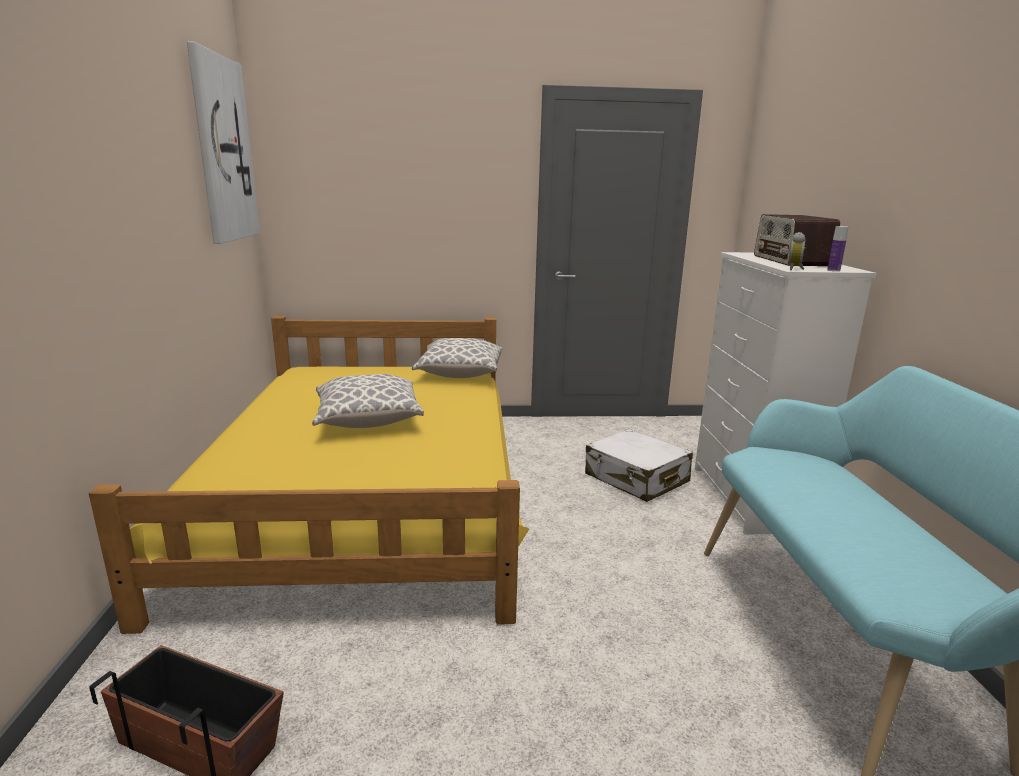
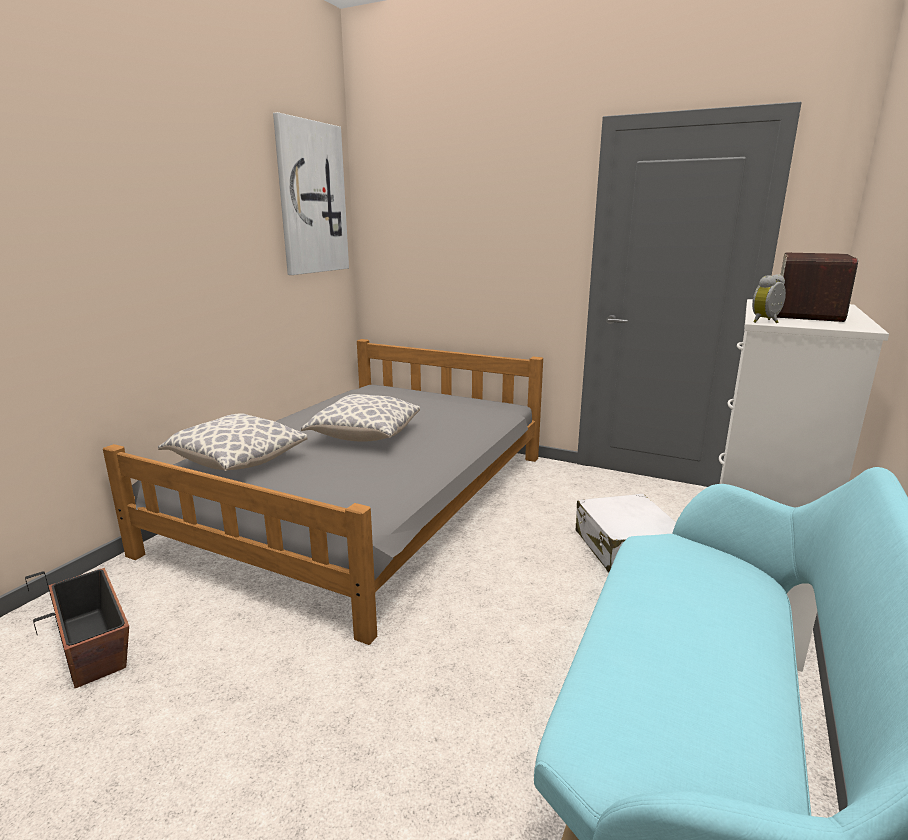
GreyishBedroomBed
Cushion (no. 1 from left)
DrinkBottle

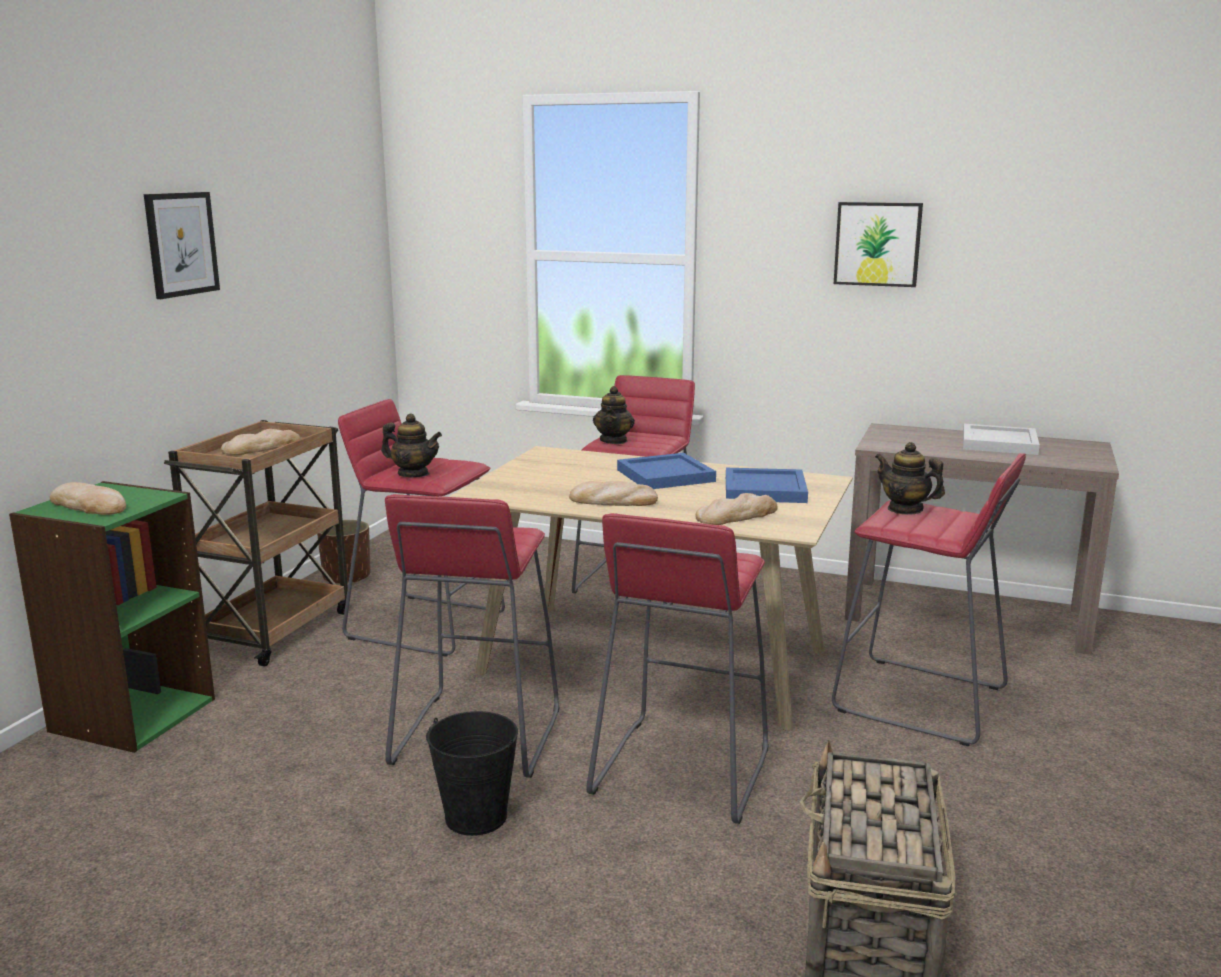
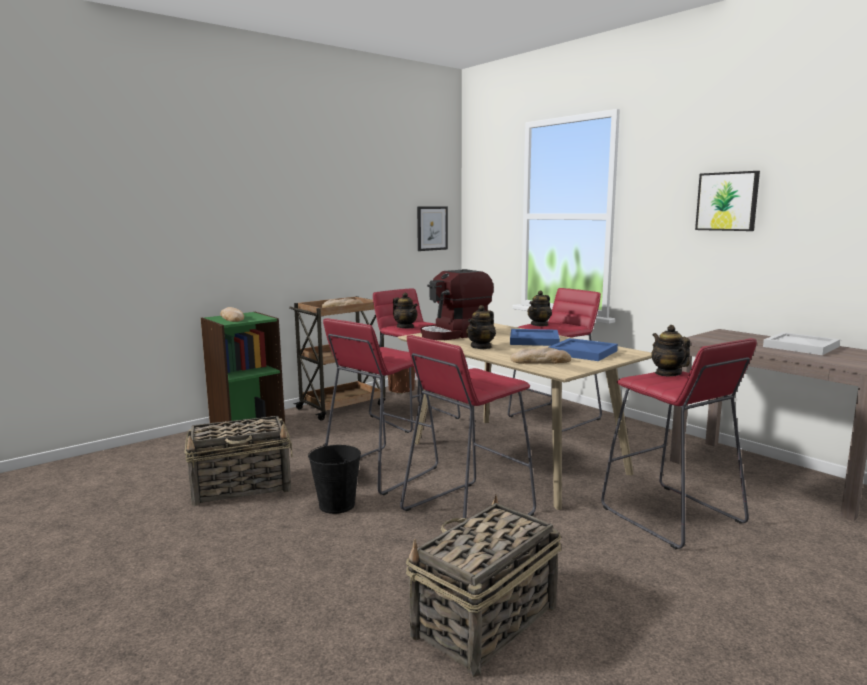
StorageBasket (no. 1 from left)
Picture (no. 1 from left)
CoffeeMaker
TeaPot (no. 2 from left)

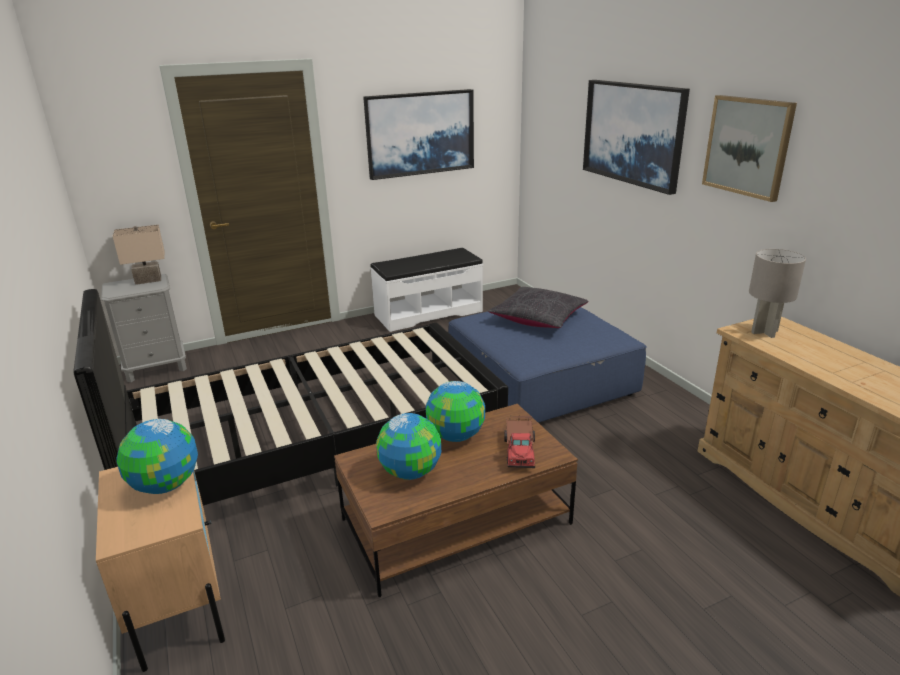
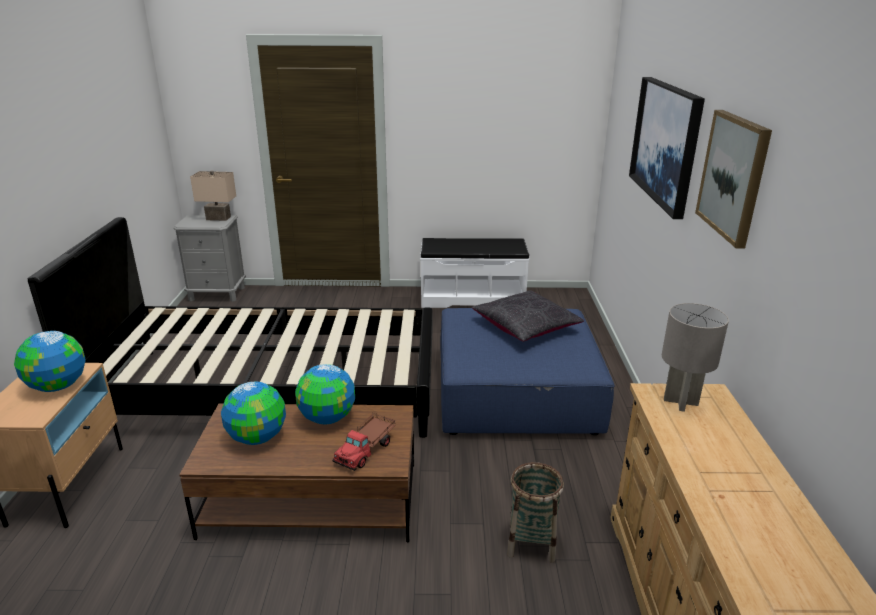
StorageBasket
Picture (no. 1 from left in the first image)

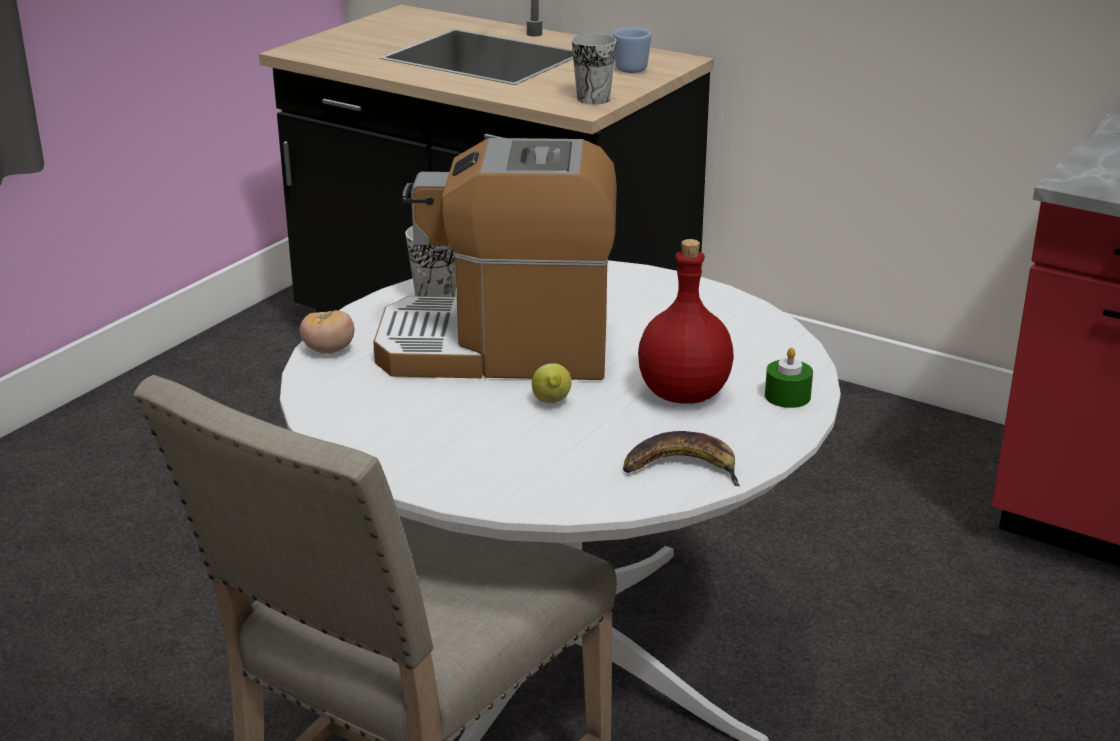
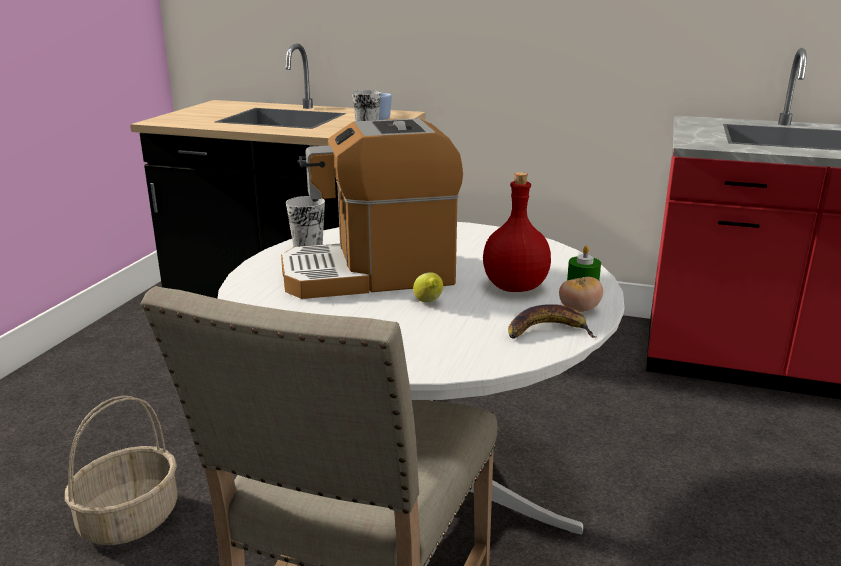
StorageBasket
FreshTomato

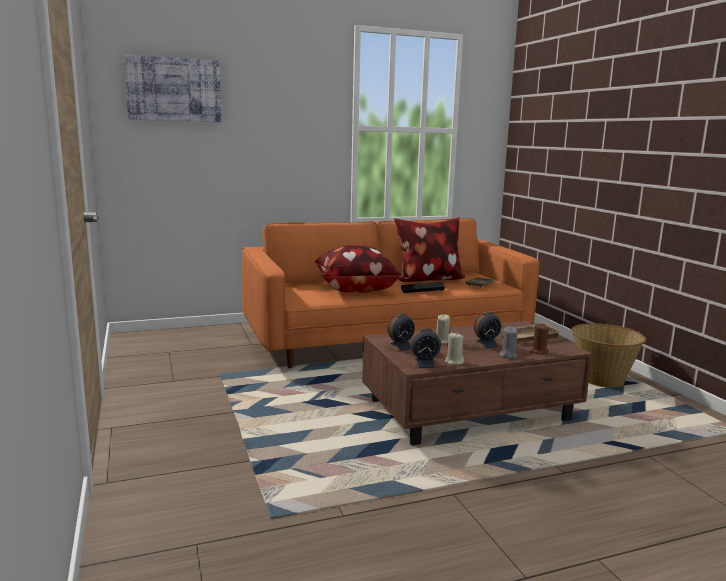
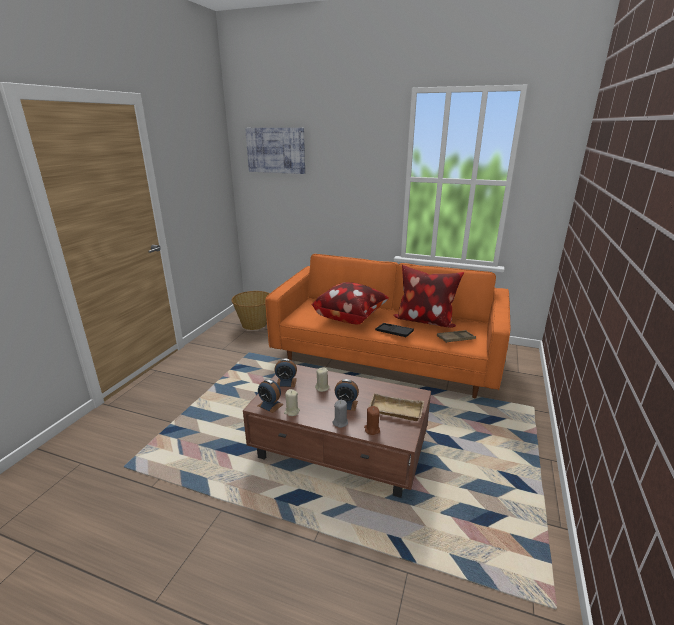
StorageBasket

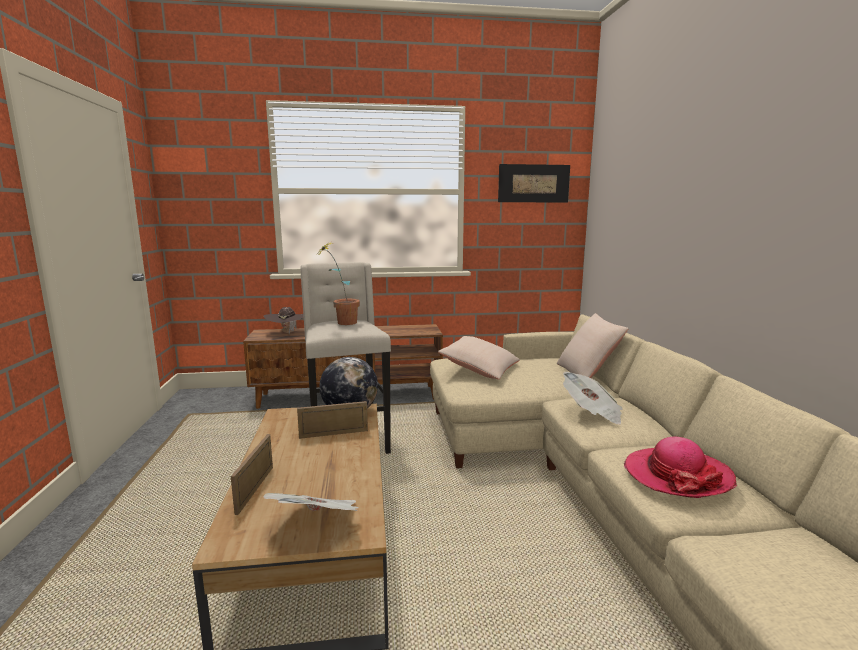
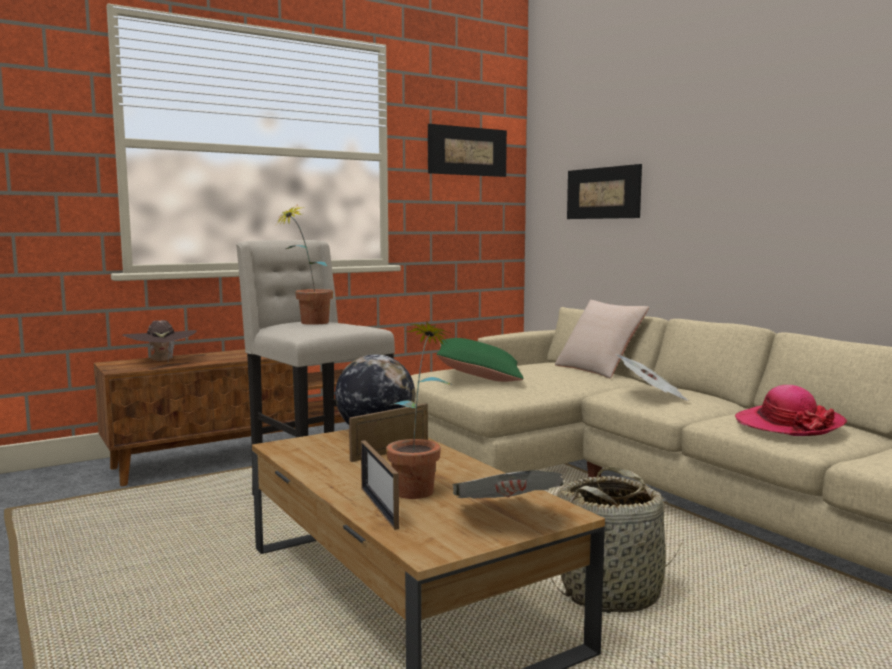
PottedPlant (no. 2 from left)
GreenColouredCushion
StorageBasket
Picture (no. 2 from left)

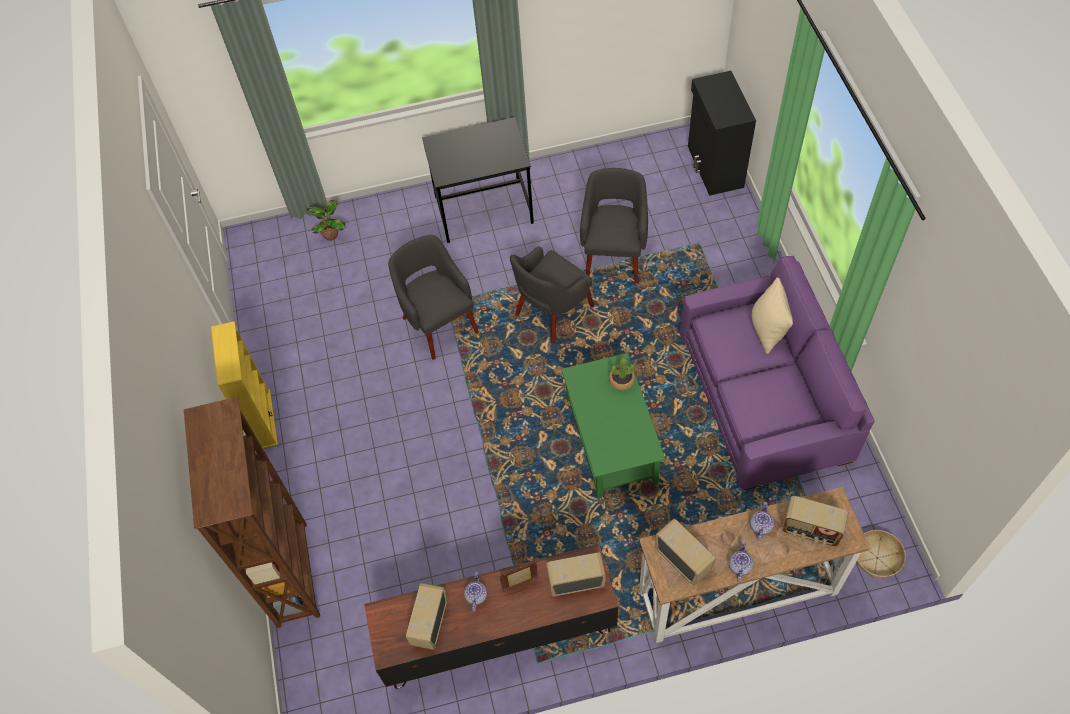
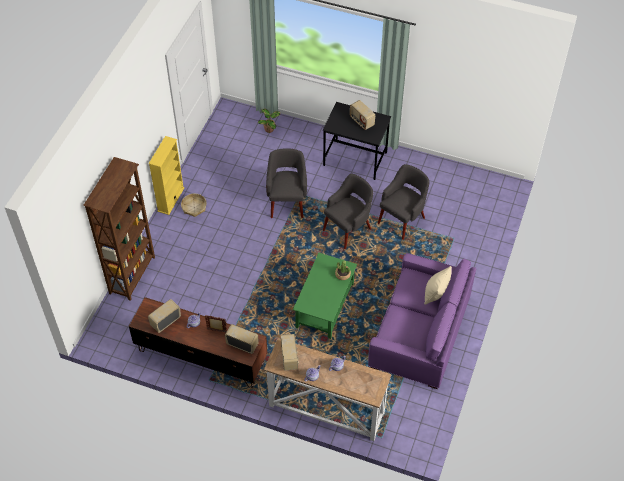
StorageBasket
GreyishArmchair (no. 2 from left)
RadioReceiver (no. 4 from left)
BlackishStorageCabinet

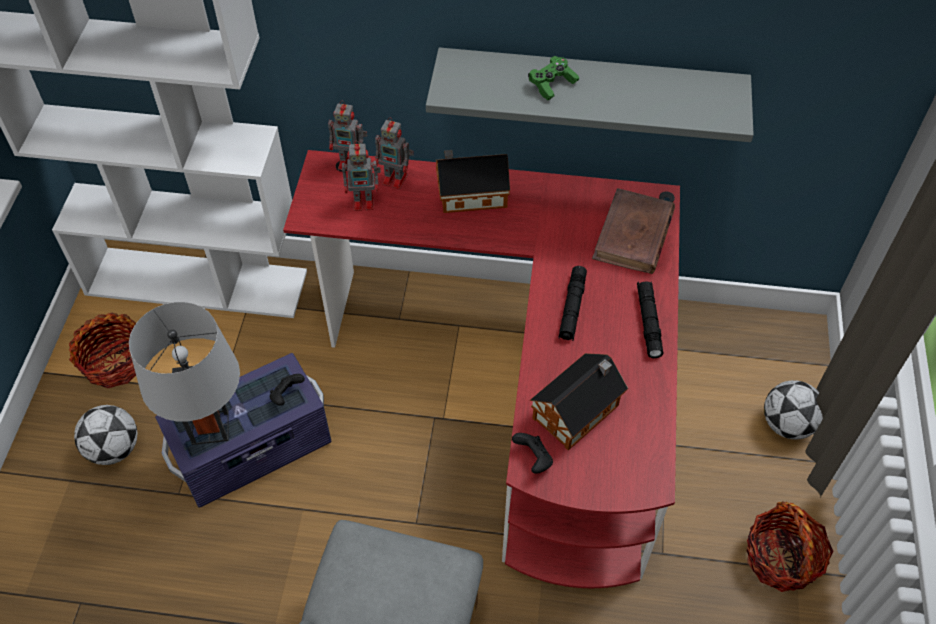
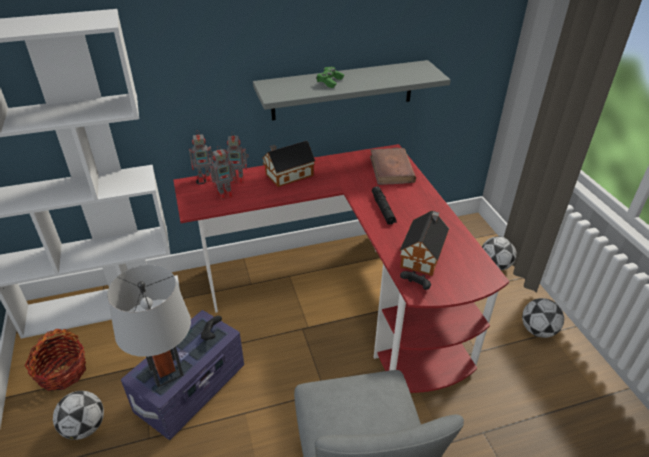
BallForFootball (no. 3 from left)
BlackishFlashlight (no. 2 from left in the first image)

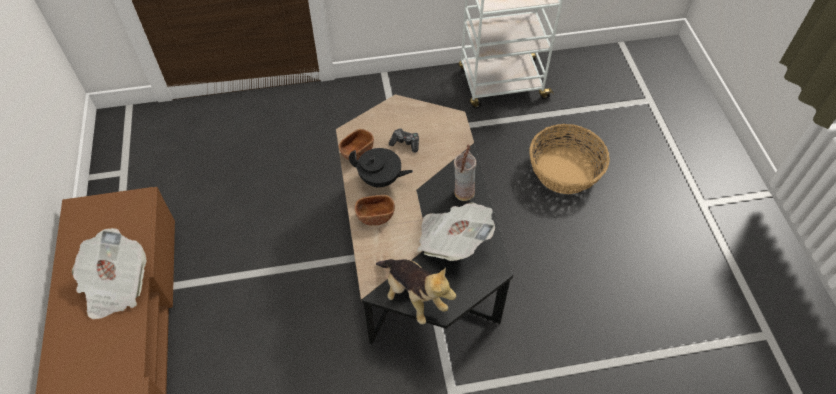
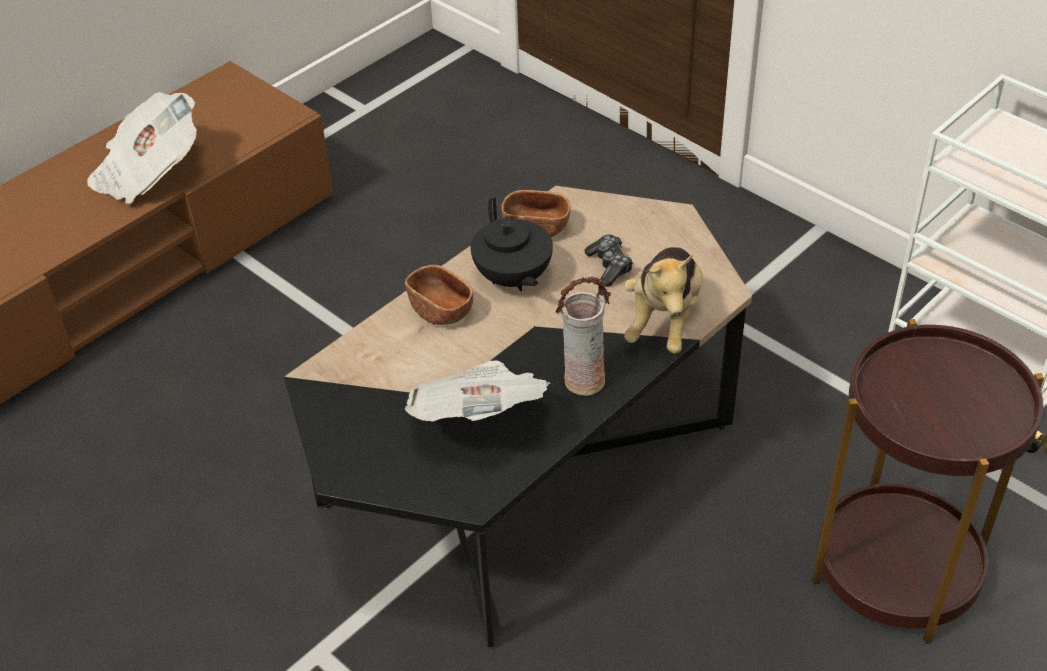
CuddlyToy
BrownishEndTable

